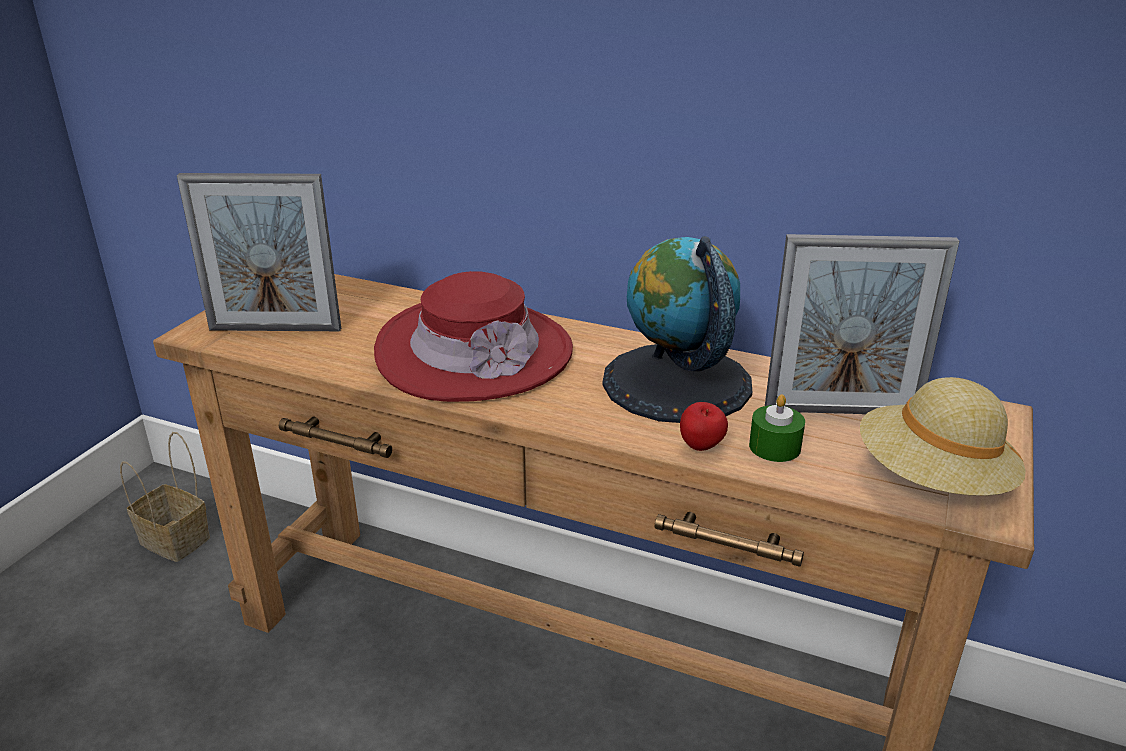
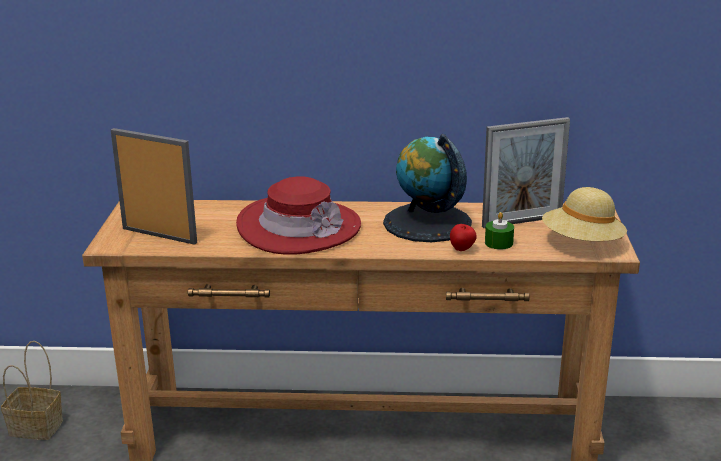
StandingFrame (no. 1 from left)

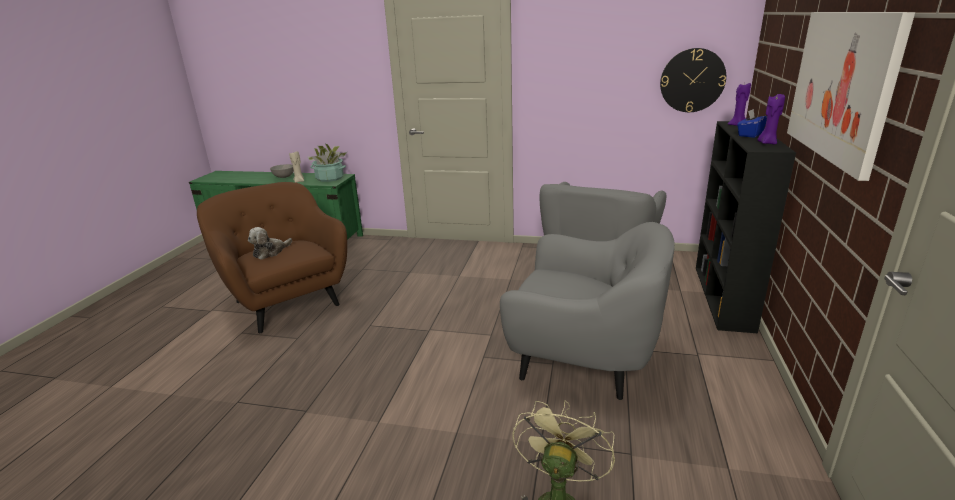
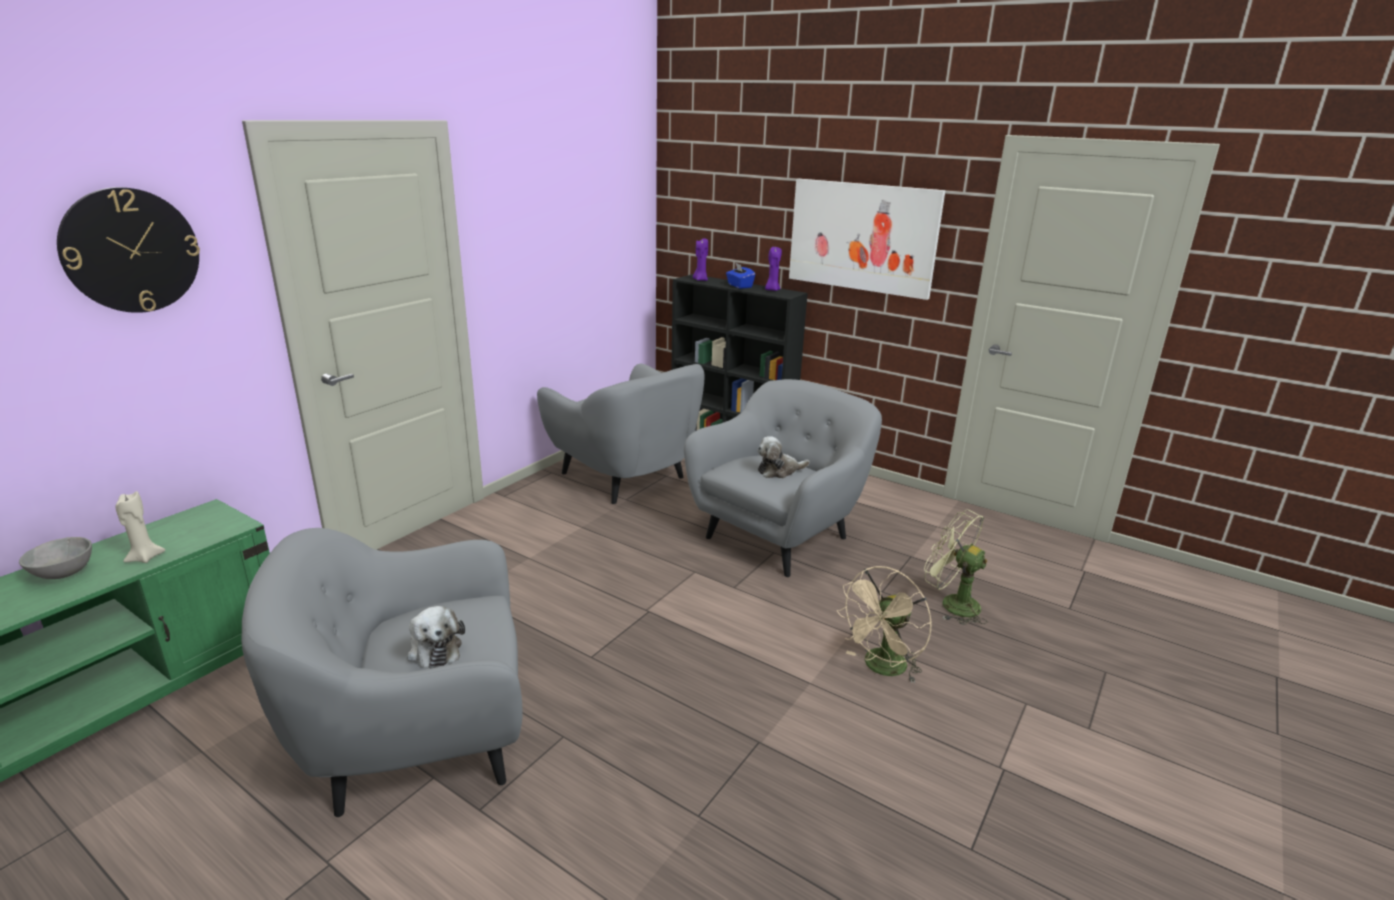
ClockOnTheWall
GreyishArmchair (no. 1 from left)
CuddlyToy (no. 2 from left)
BeigeElectricFan
PottedPlant

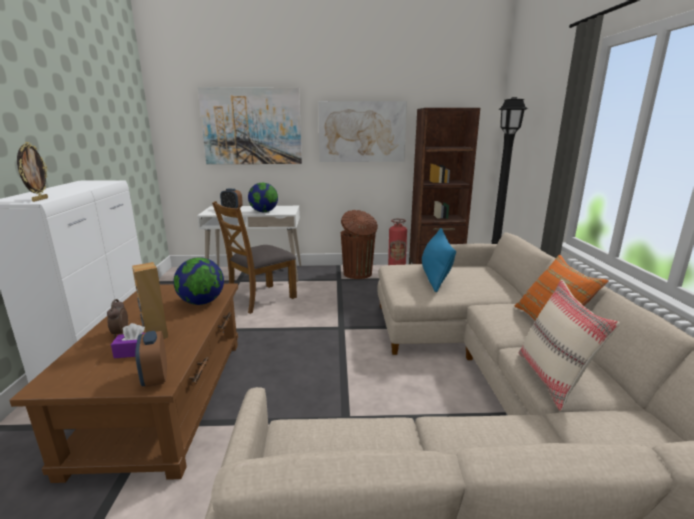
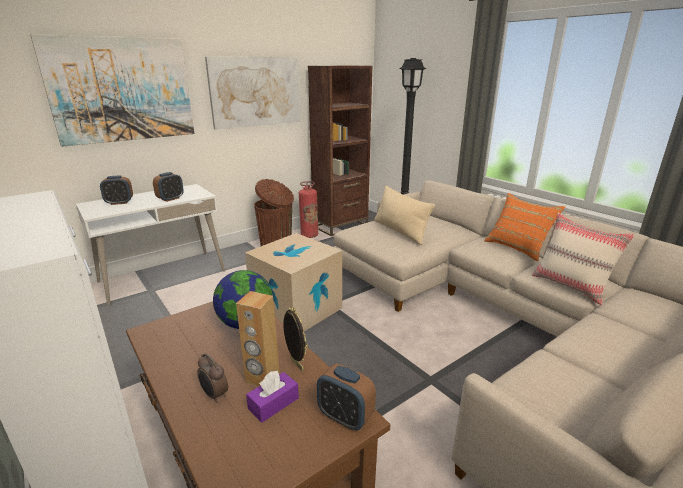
TableClock (no. 2 from left)
CardboardBox
StandingFrame
BeigeCushion (no. 1 from left)
BrownishUprightChair

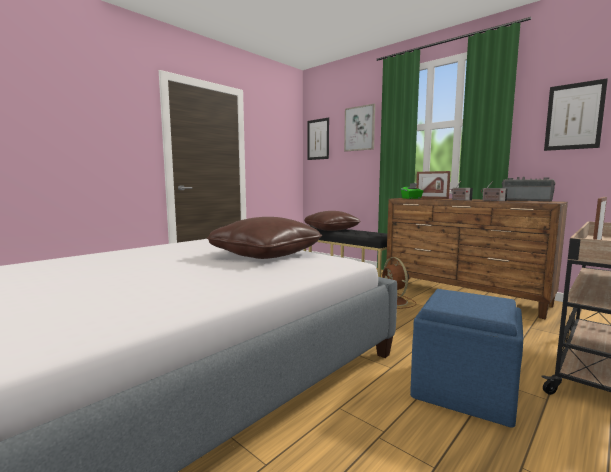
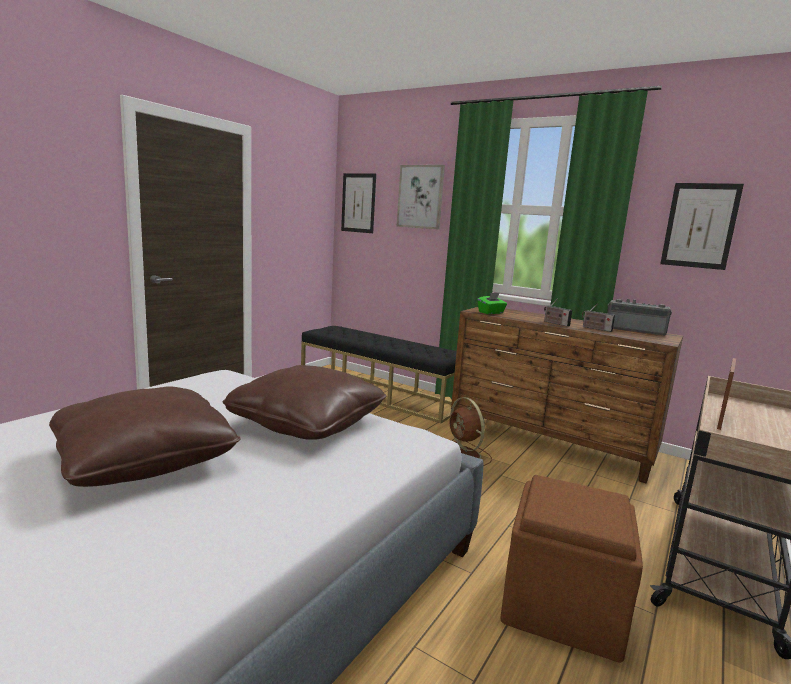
BrownishCushion (no. 1 from left)
BrownishPouffe
StandingFrame (no. 1 from left in the first image)

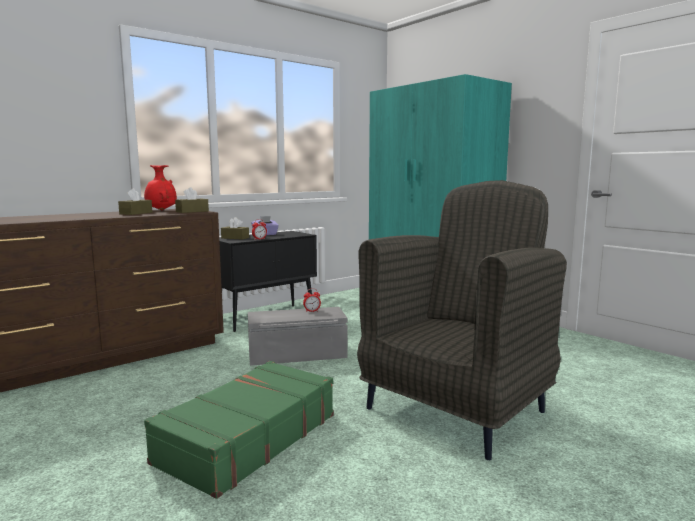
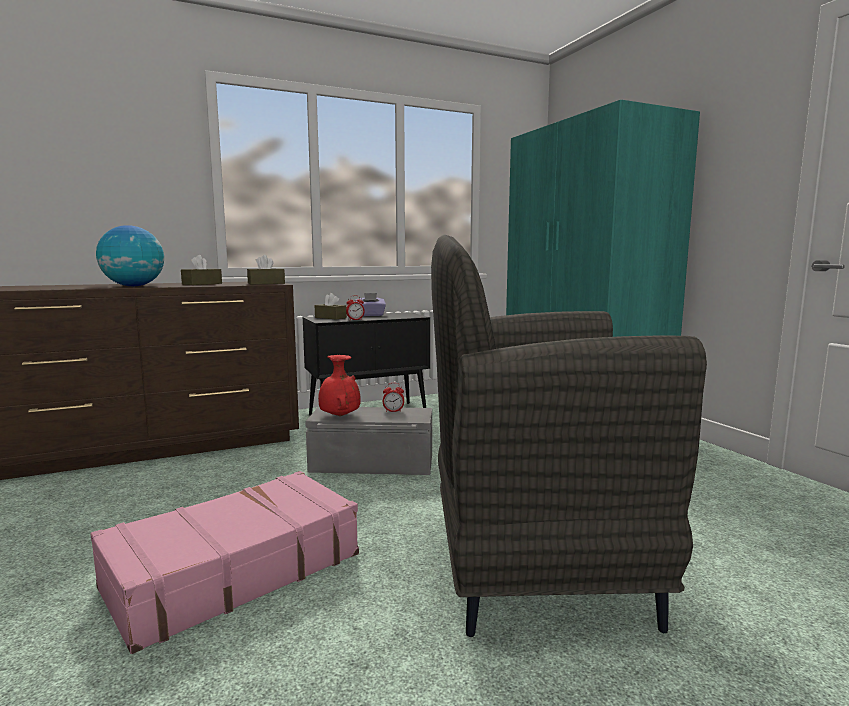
PinkPieceOfLuggage
Globe
RedColouredDecorativeVase
GreyishArmchair

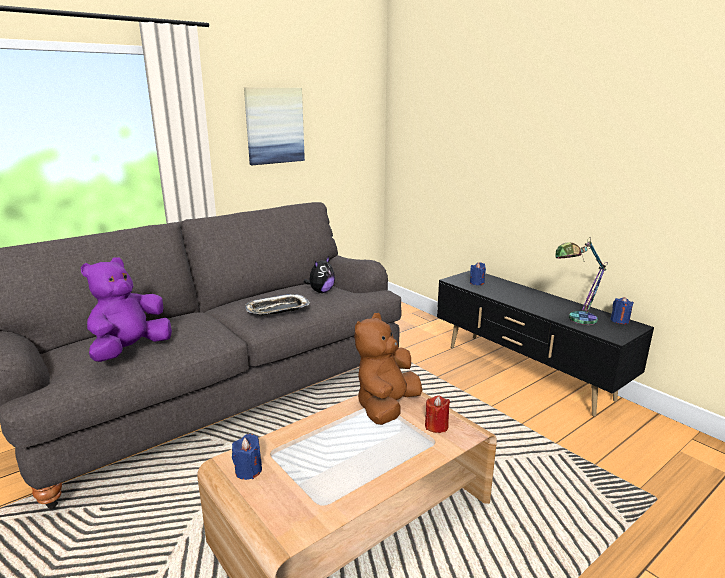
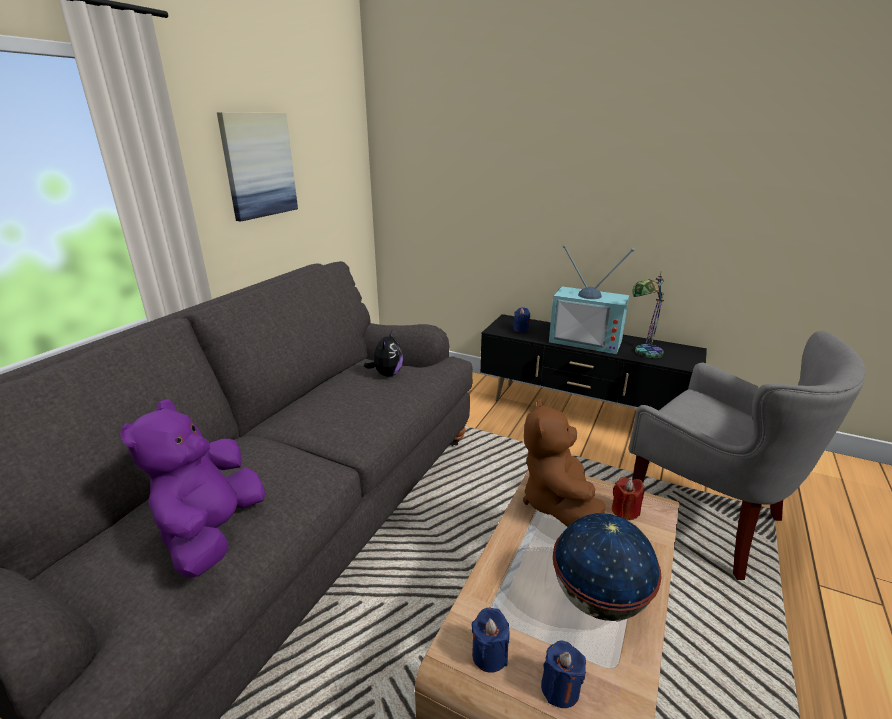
BlueColouredCandle (no. 3 from left)
TvSet
Globe
GreyishArmchair
CarryingTray

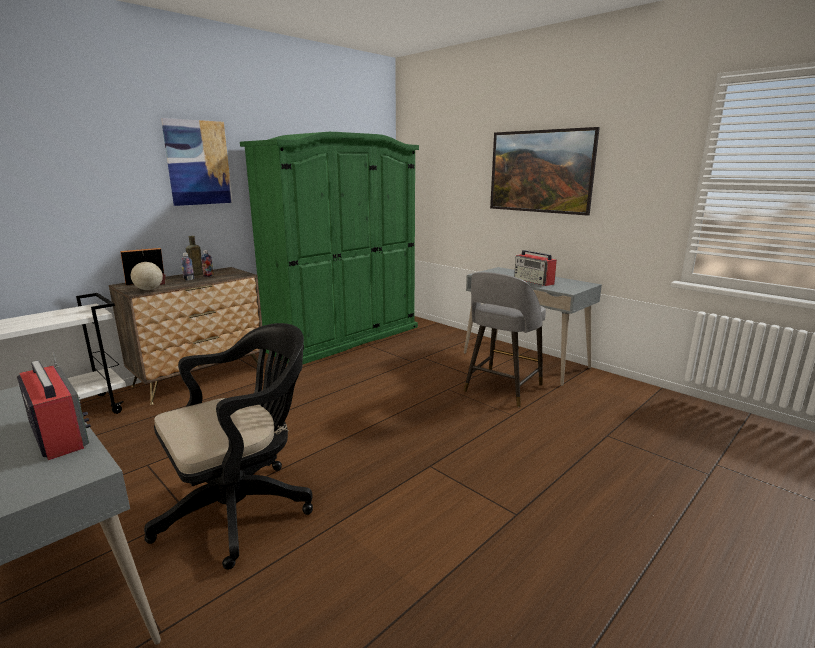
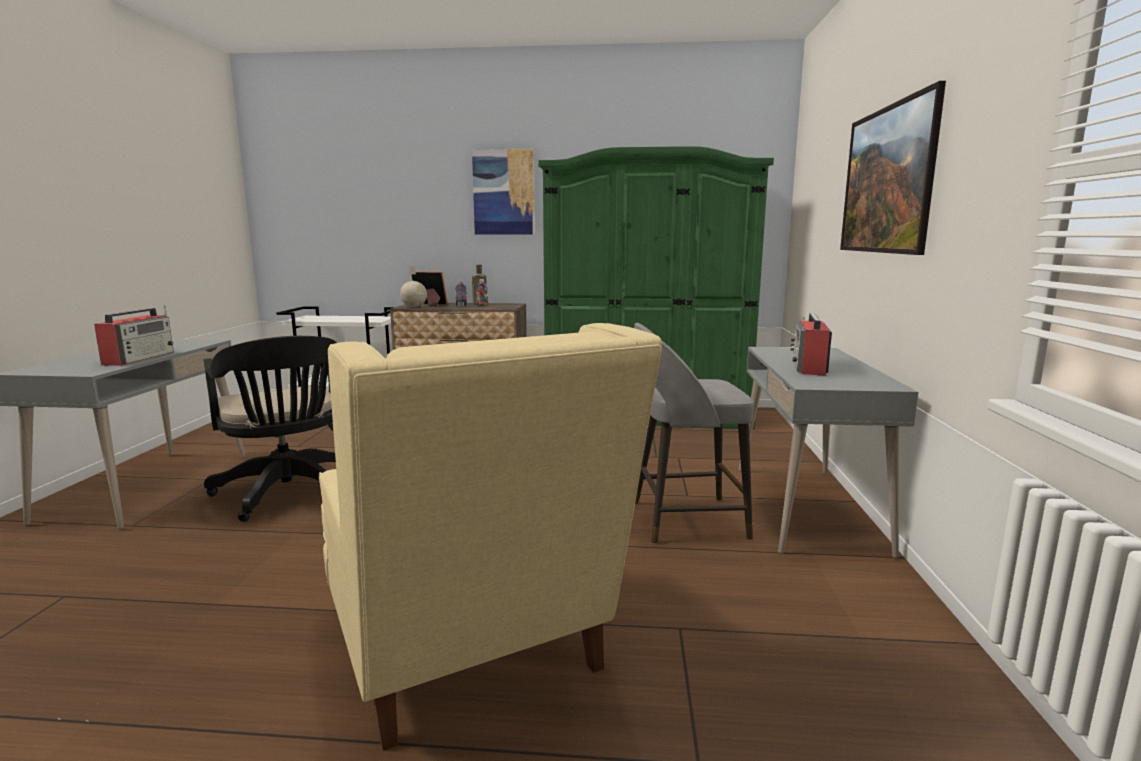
BlackishOfficeChair
BeigeArmchair

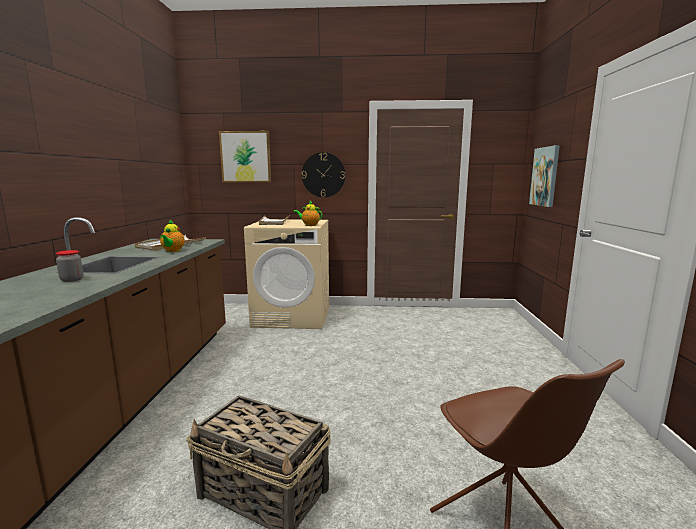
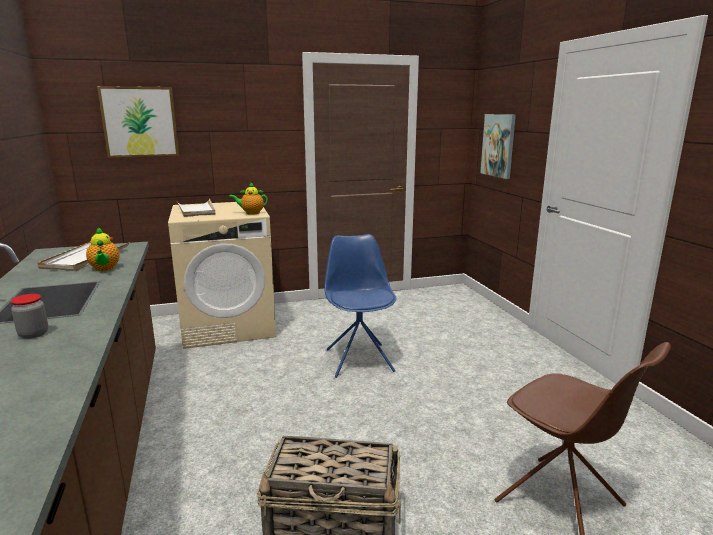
BlueColouredUprightChair
ClockOnTheWall

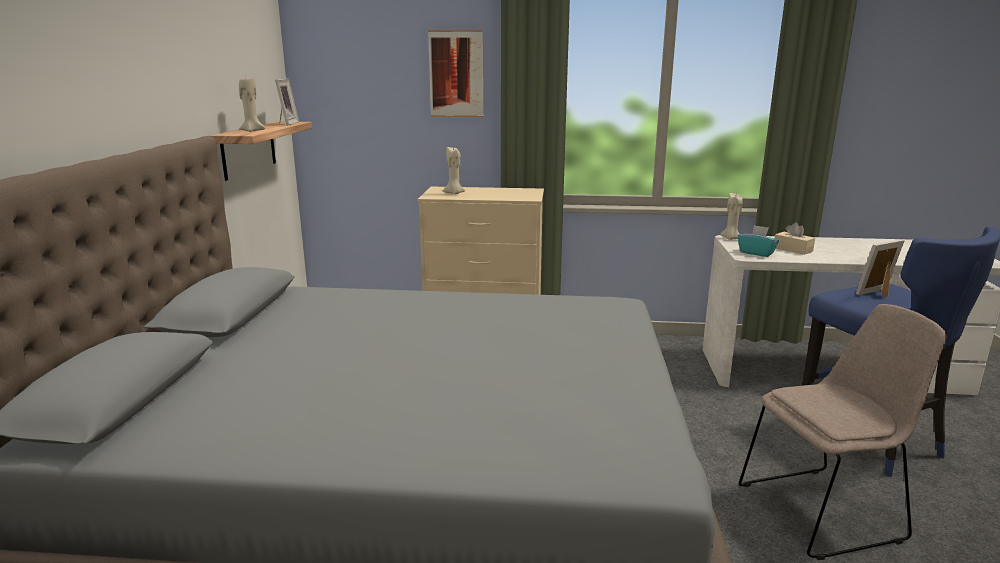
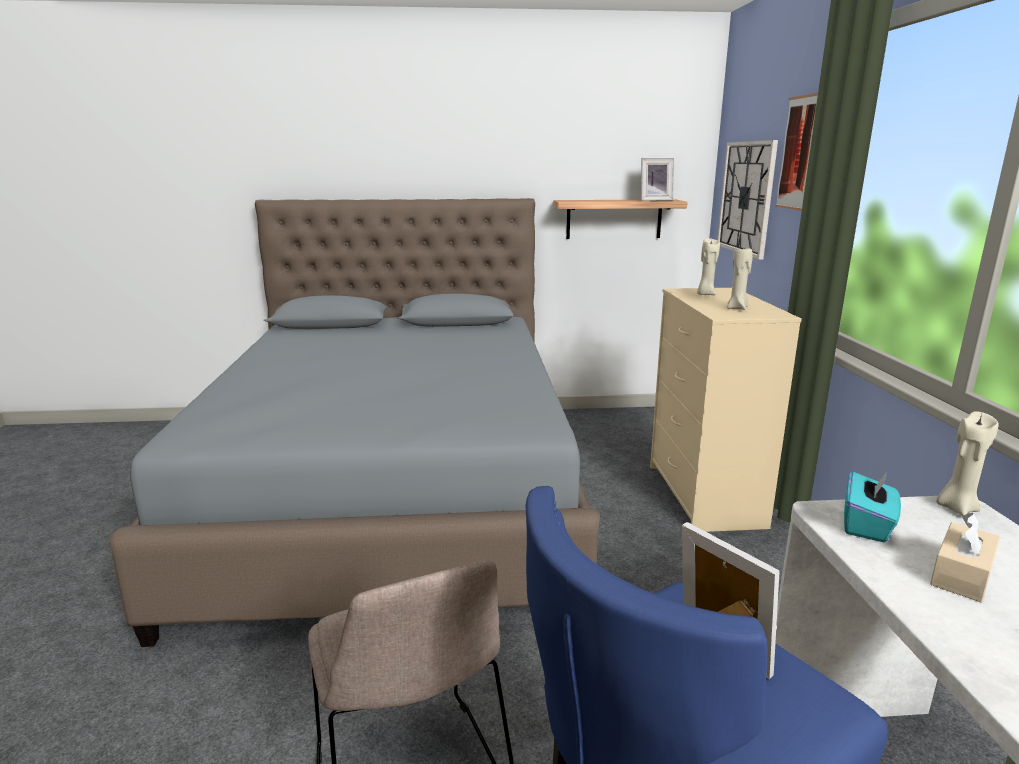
ClockOnTheWall
BeigeCandle (no. 2 from left)

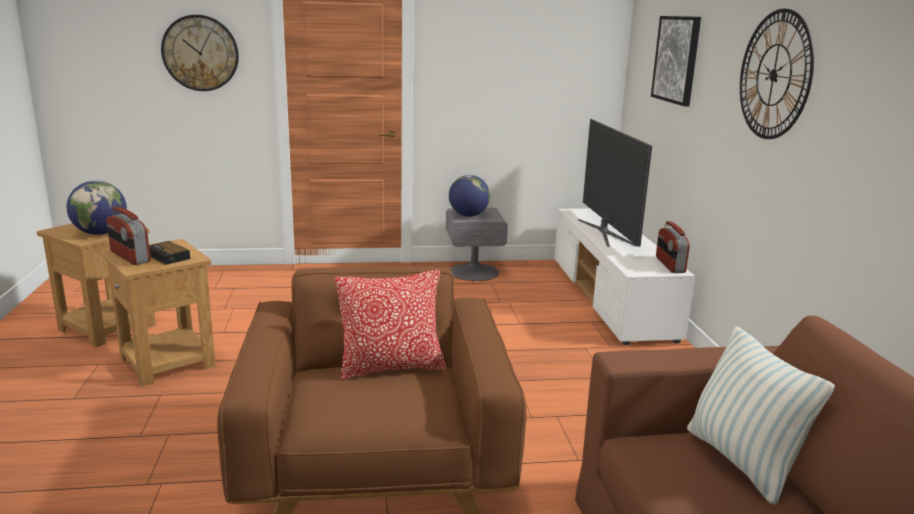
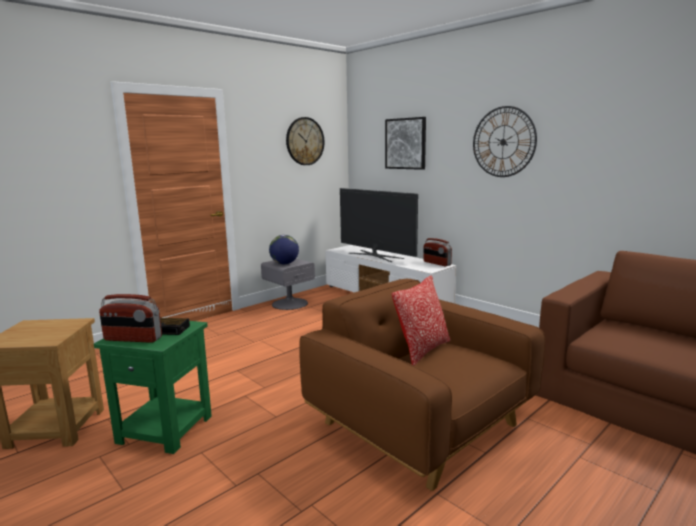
GreenColouredEndTable
ClockOnTheWall (no. 1 from left)
Globe (no. 1 from left in the first image)
Cushion (no. 2 from left in the first image)

